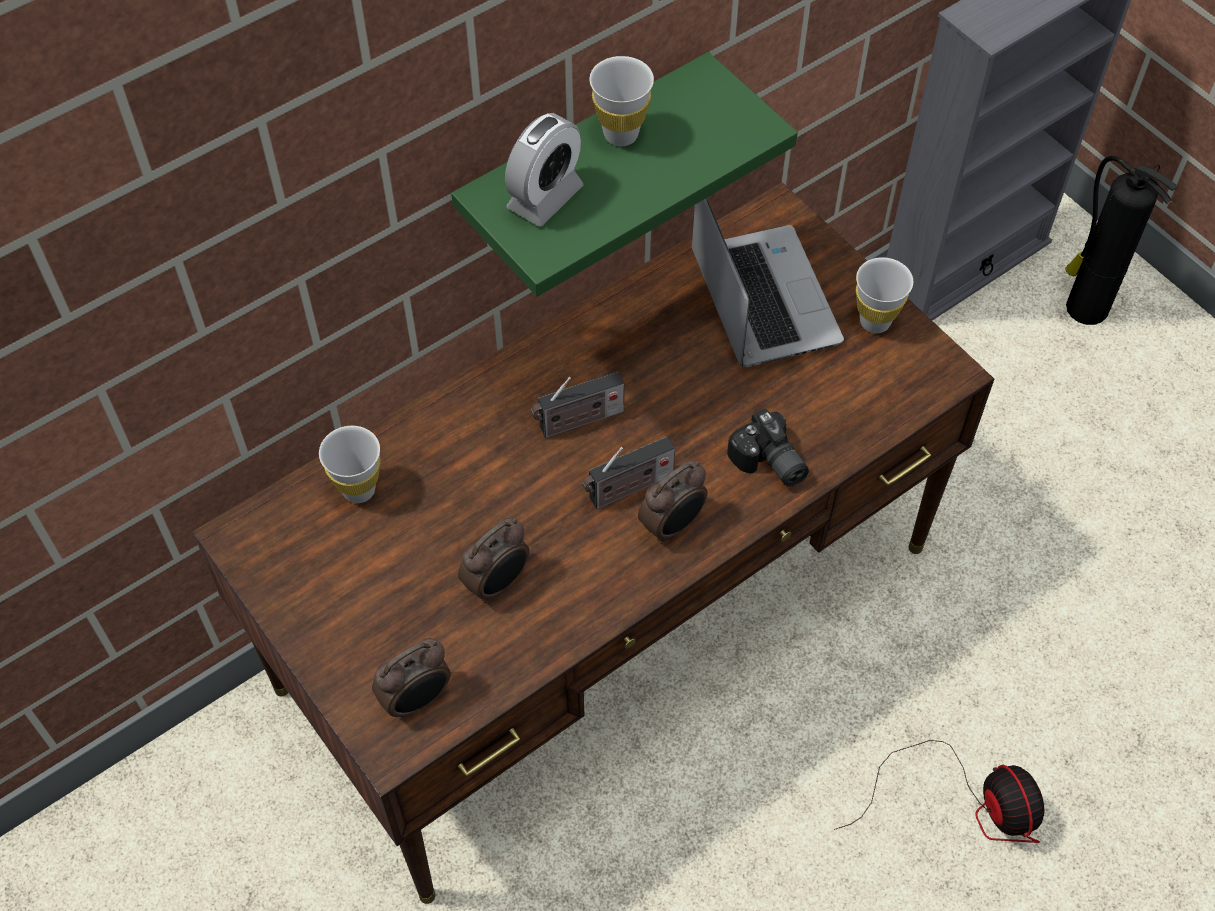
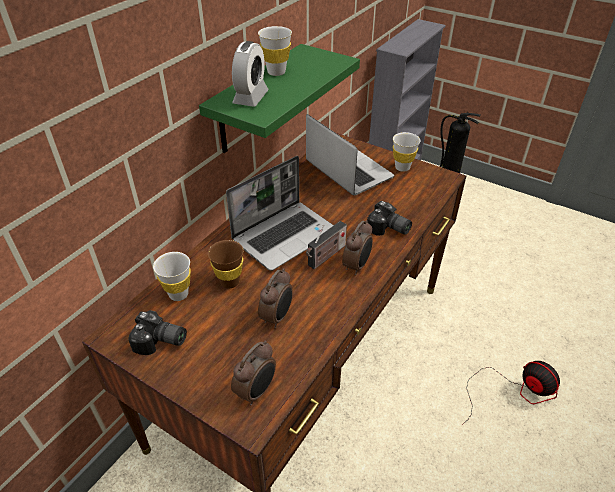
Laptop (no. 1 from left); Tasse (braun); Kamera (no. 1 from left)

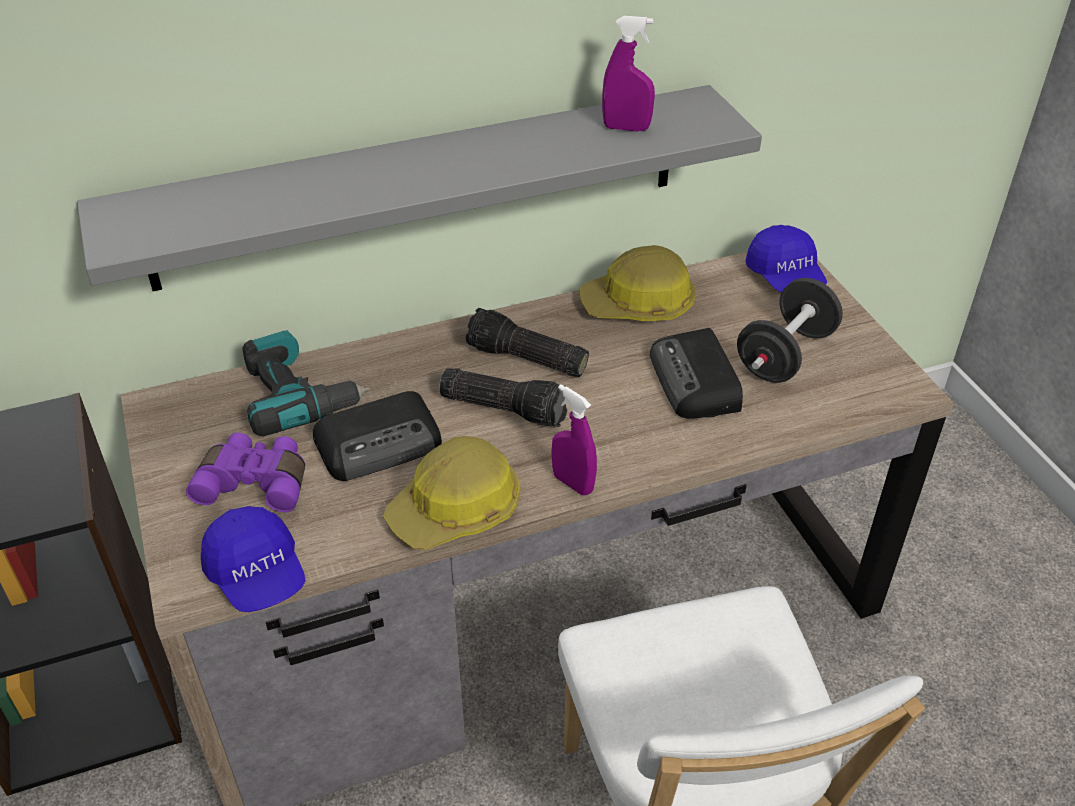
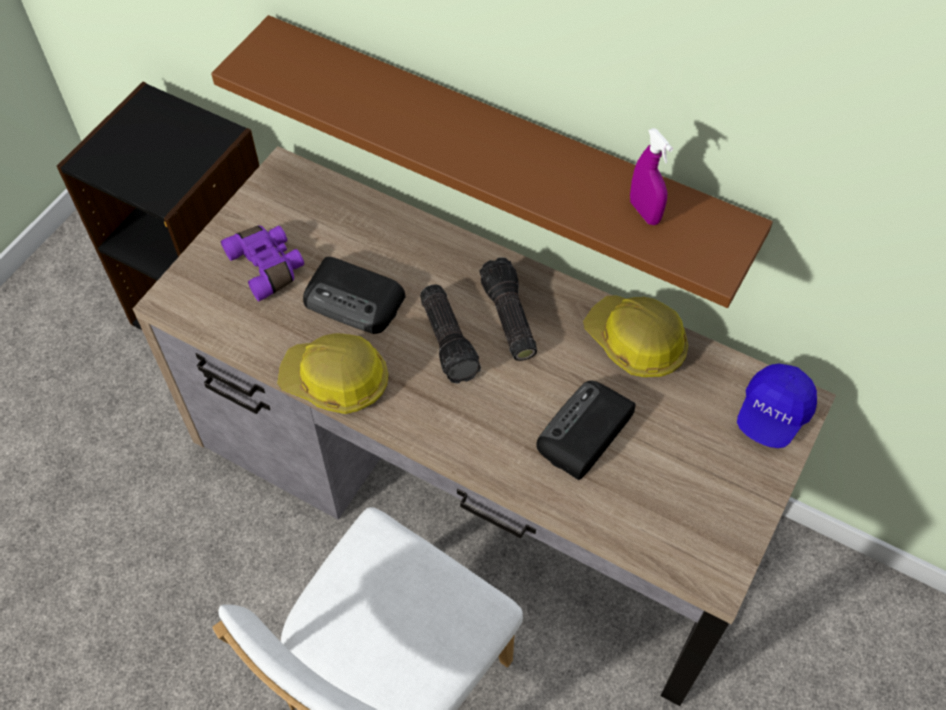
Wandregal (braun); Hantel (schwarz); Bohrmaschine; Sprühflasche (lila) (no. 1 from left in the first image); Kappe (blau) (no. 1 from left in the first image)

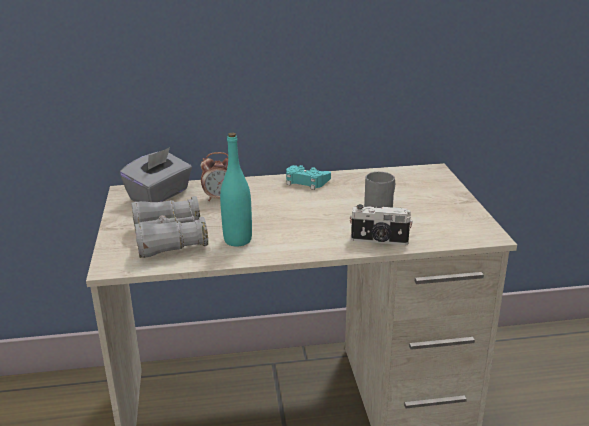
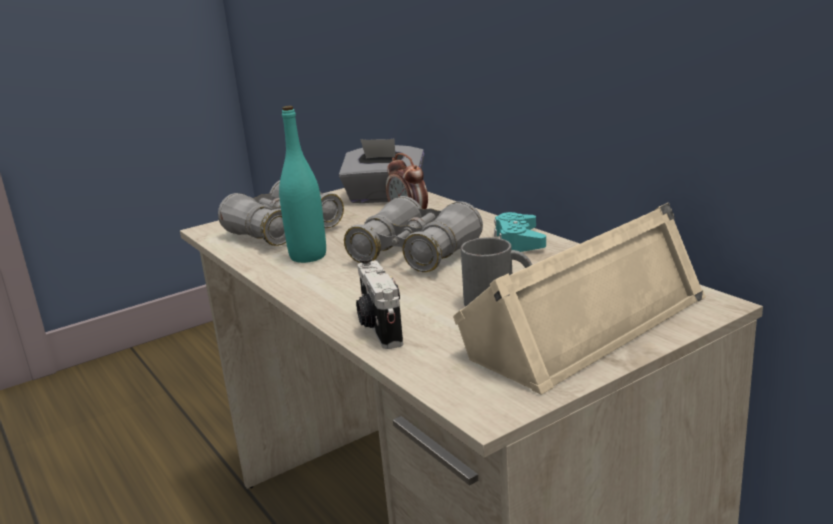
Fernglas (grau) (no. 2 from left); Lautsprecher (beige)

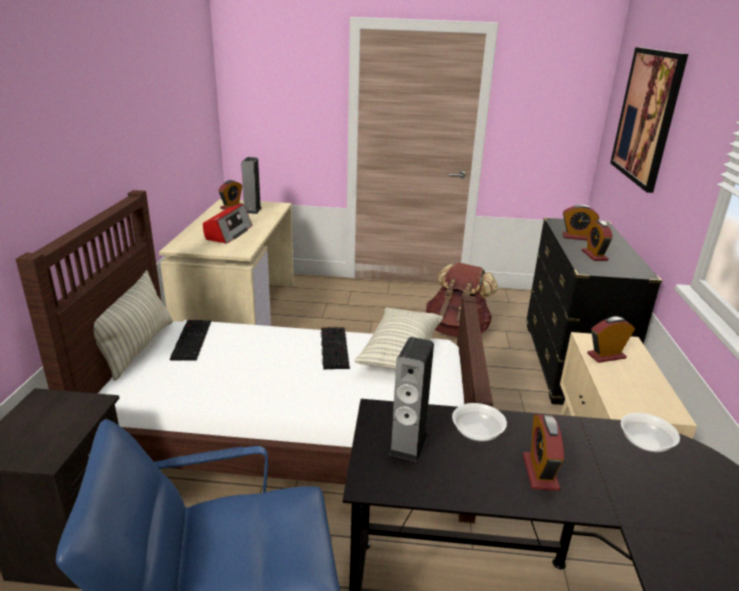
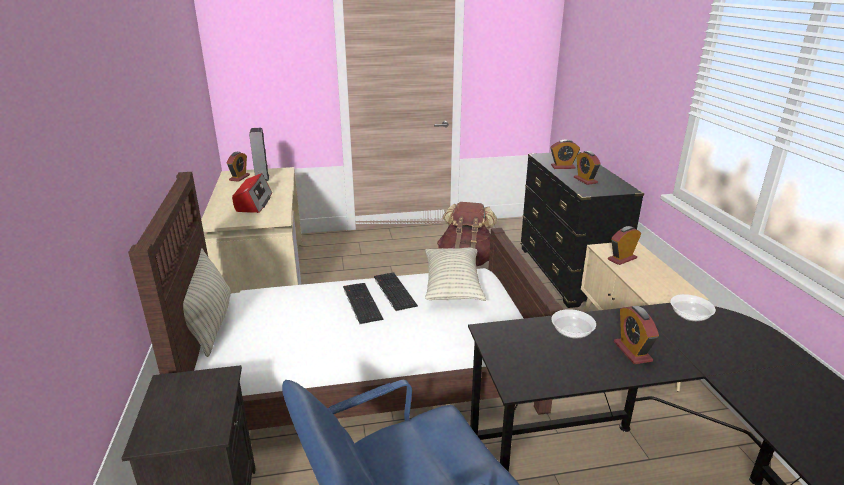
Bild; Tastatur (no. 1 from left); Lautsprecher (no. 2 from left in the first image)

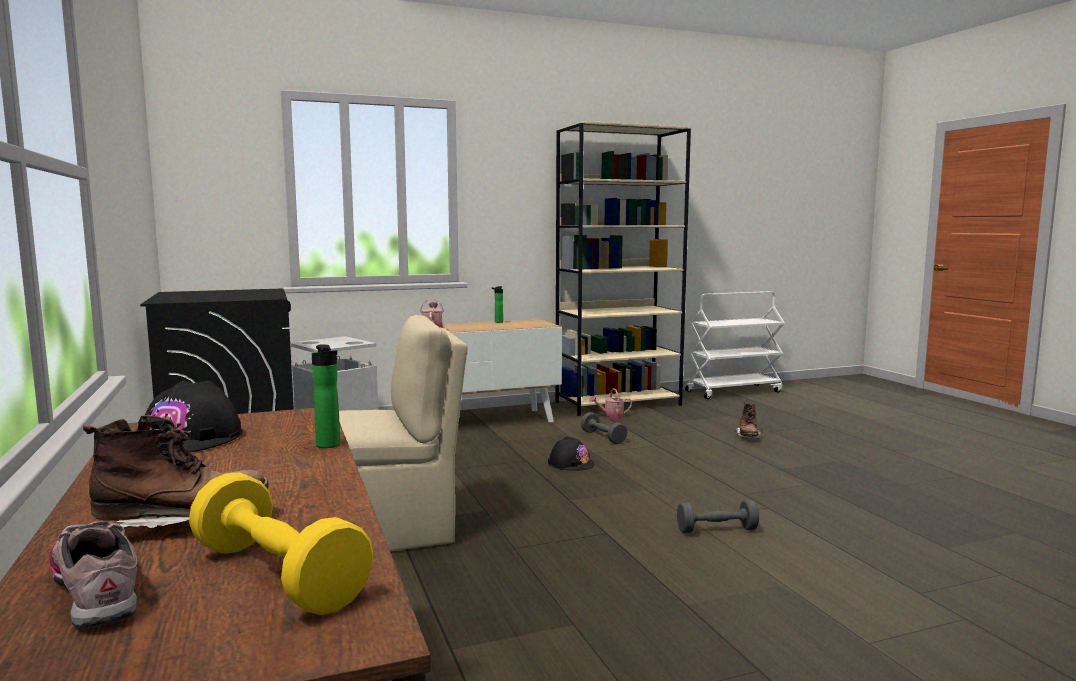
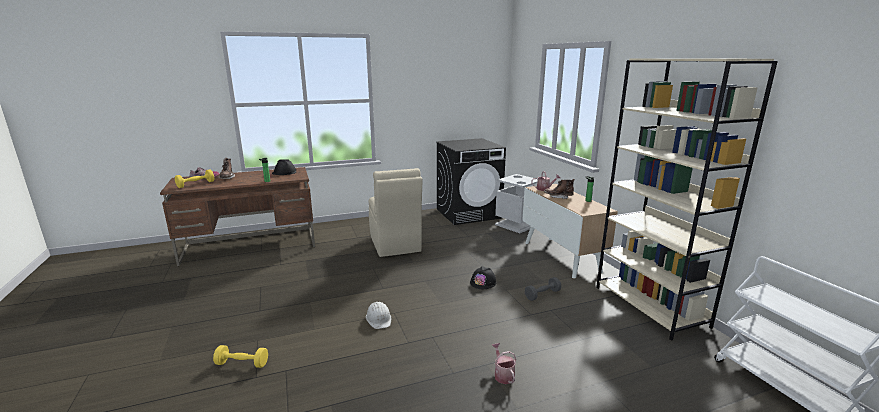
Gießkanne (no. 1 from left); Stiefel (braun) (no. 2 from left); Schutzhelm (weiß); Hantel (gelb) (no. 2 from left)

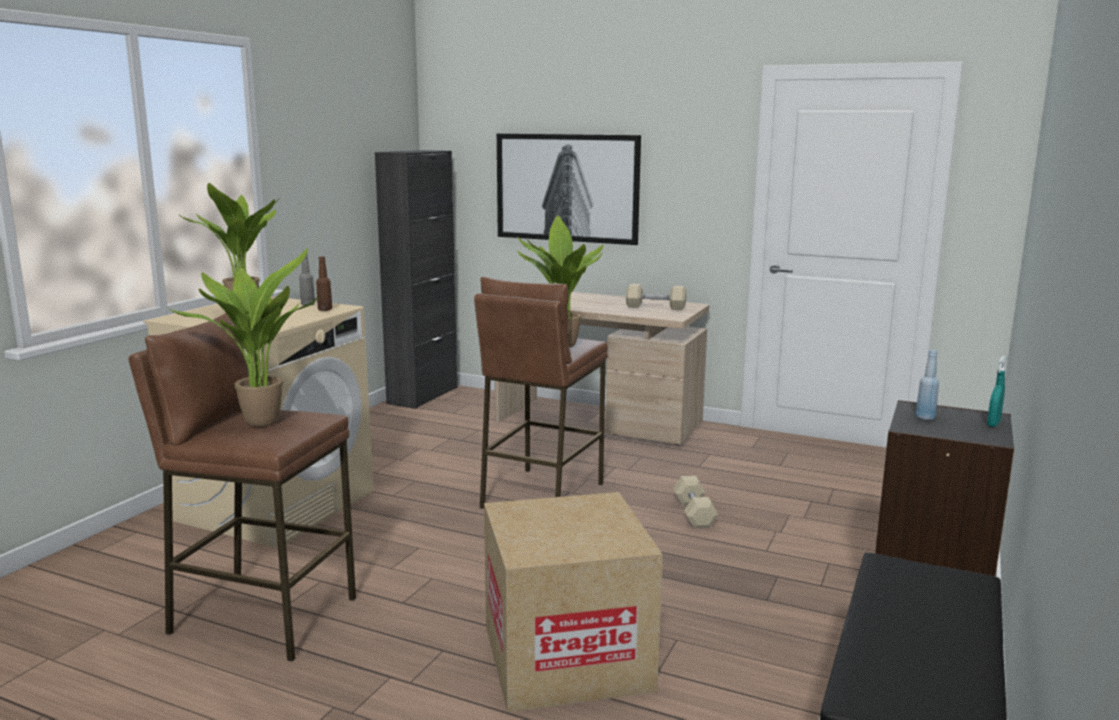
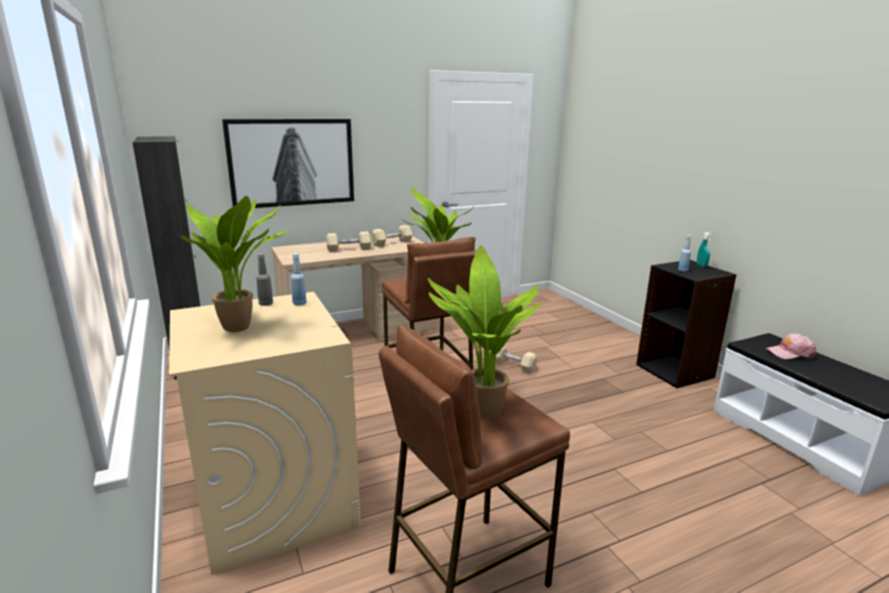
Flasche (blau) (no. 1 from left); Karton; Hantel (beige) (no. 1 from left); Kappe (rosa)

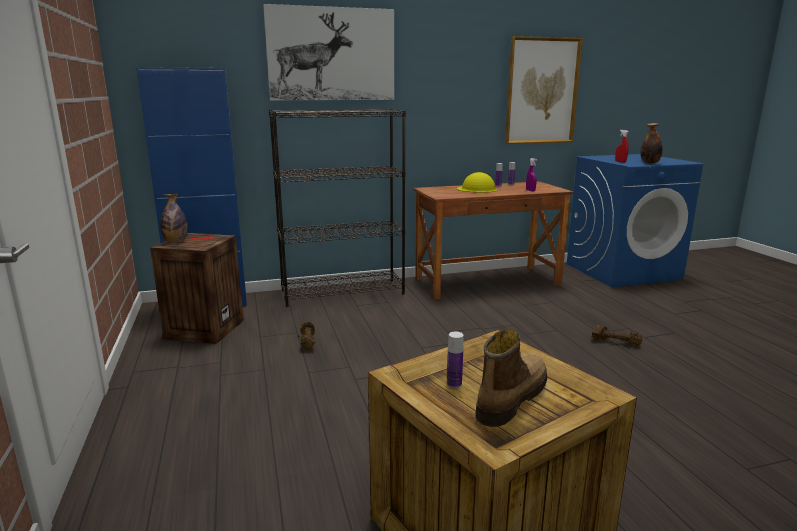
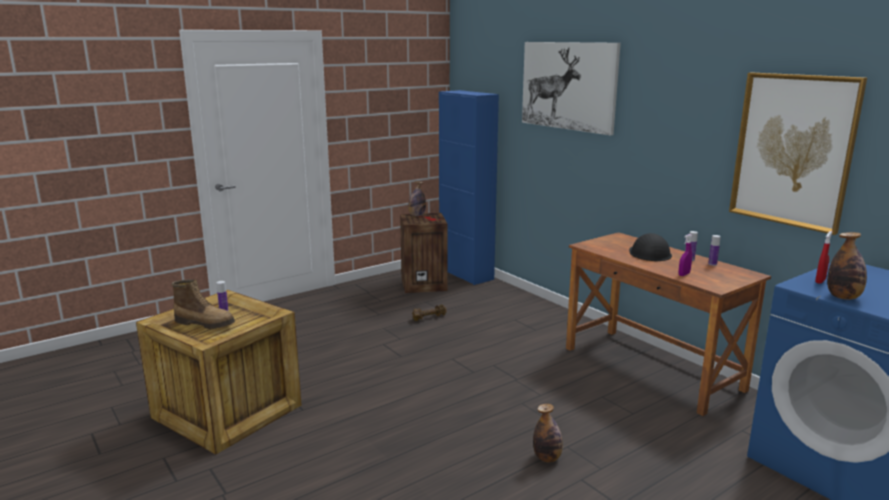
Bücherregal (schwarz); Schutzhelm (schwarz); Flasche (no. 3 from left)

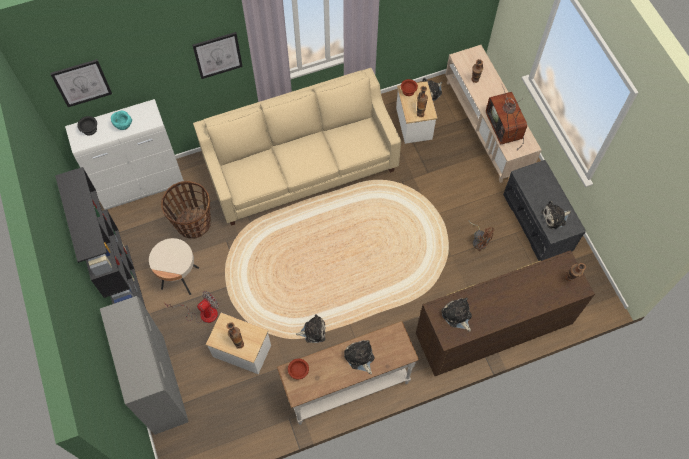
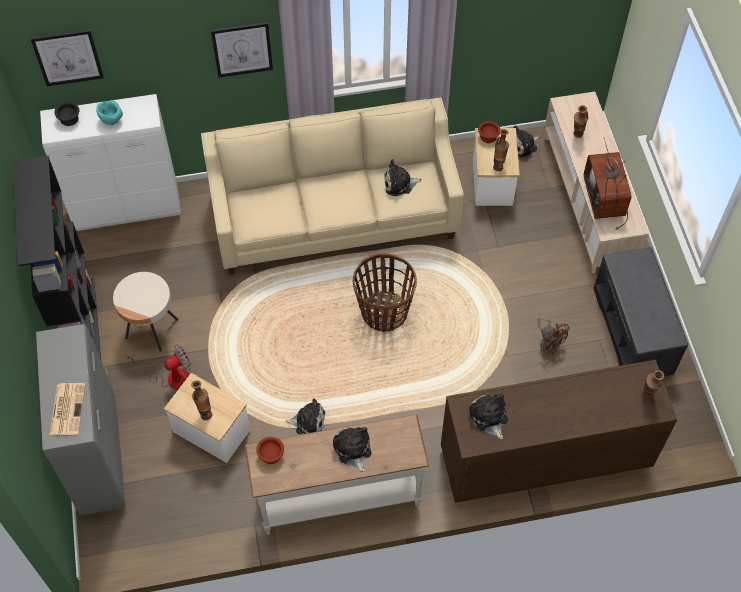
Korb; Plüschtier (no. 3 from left); Zeitung

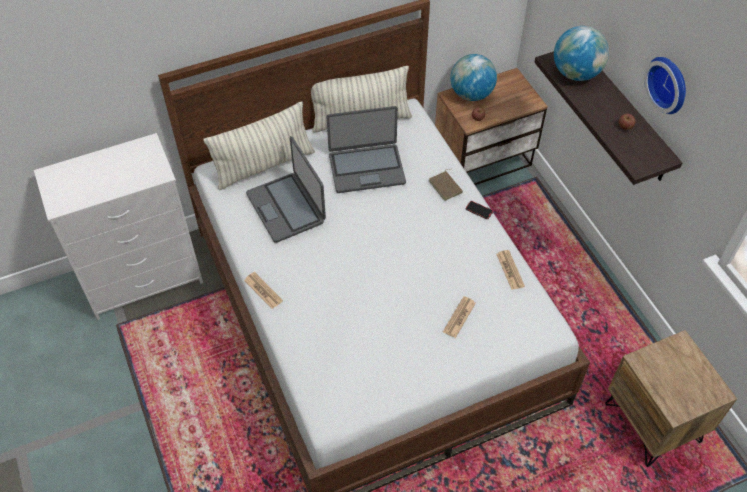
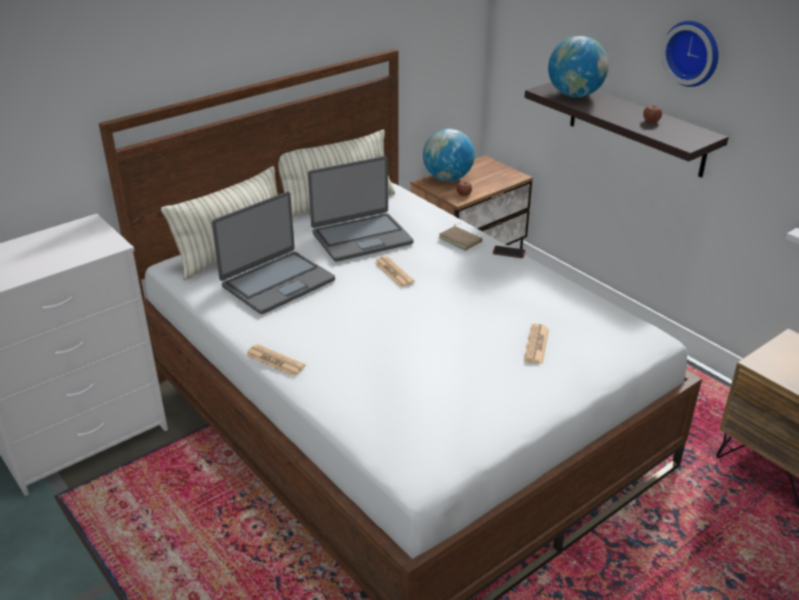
Laptop (no. 1 from left); Zeitung (no. 2 from left)

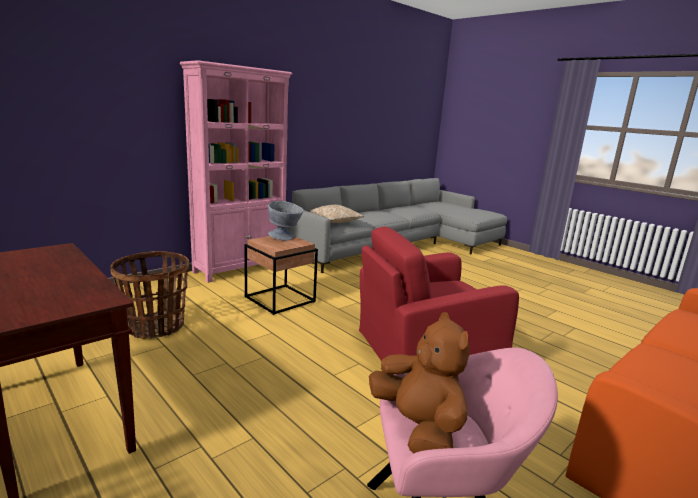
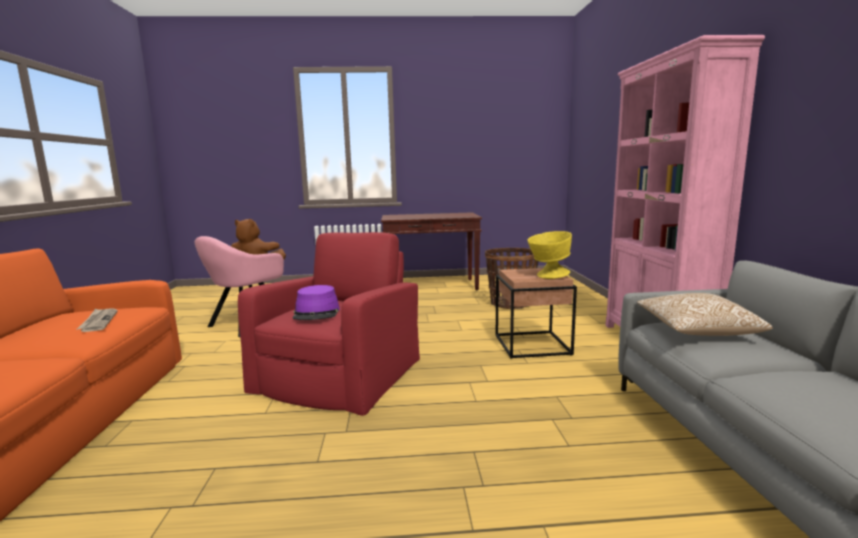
Schüssel (gelb); Hut (lila); Zeitung

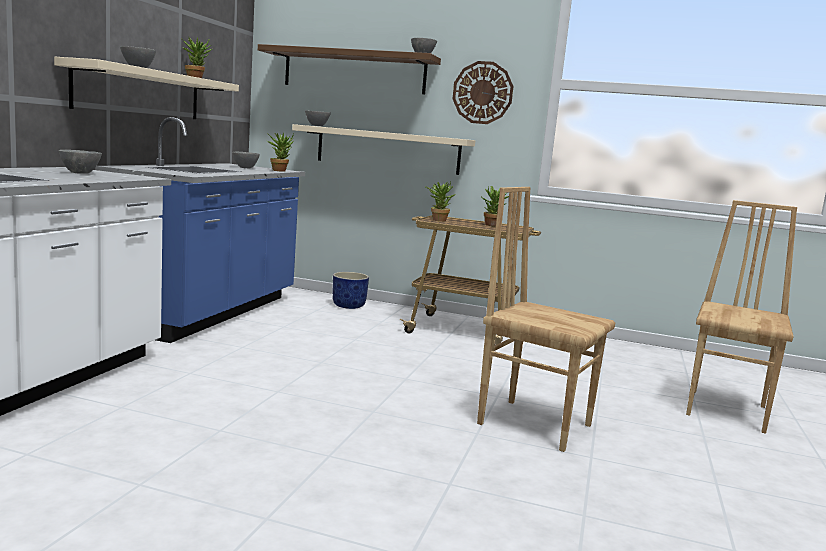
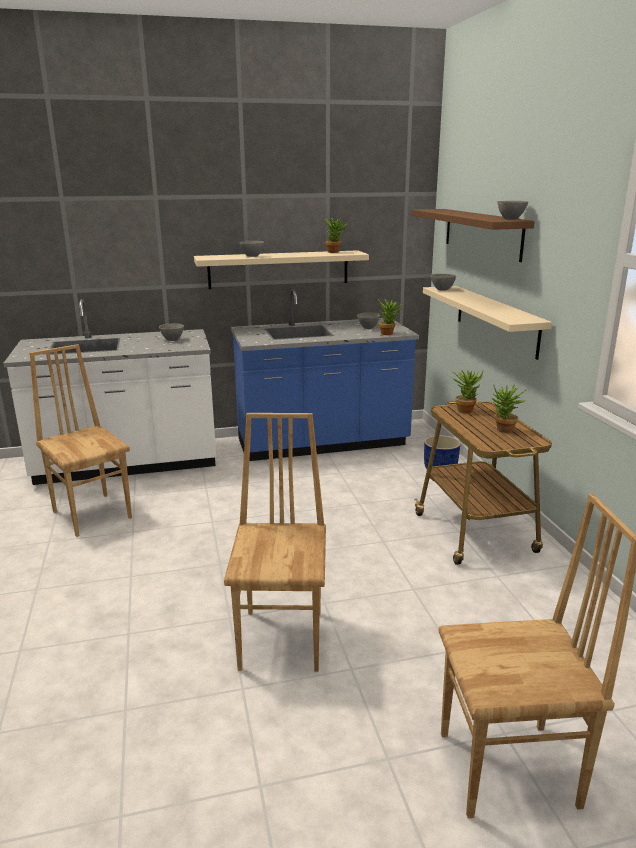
Wanduhr; Stuhl (braun) (no. 1 from left)

